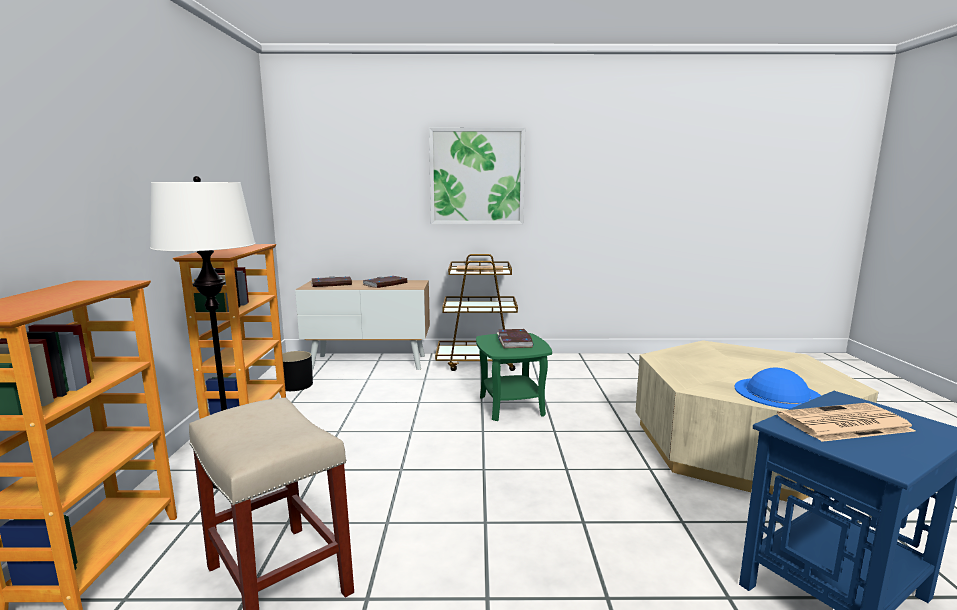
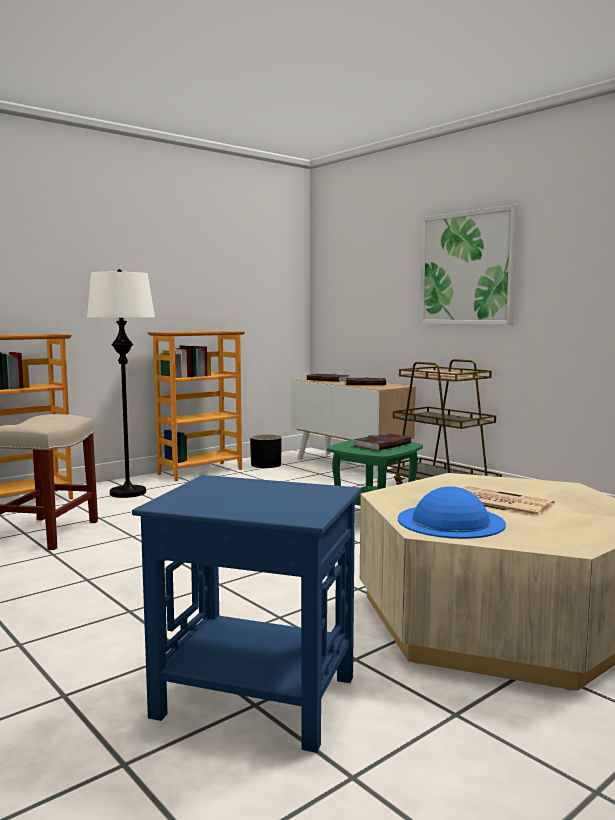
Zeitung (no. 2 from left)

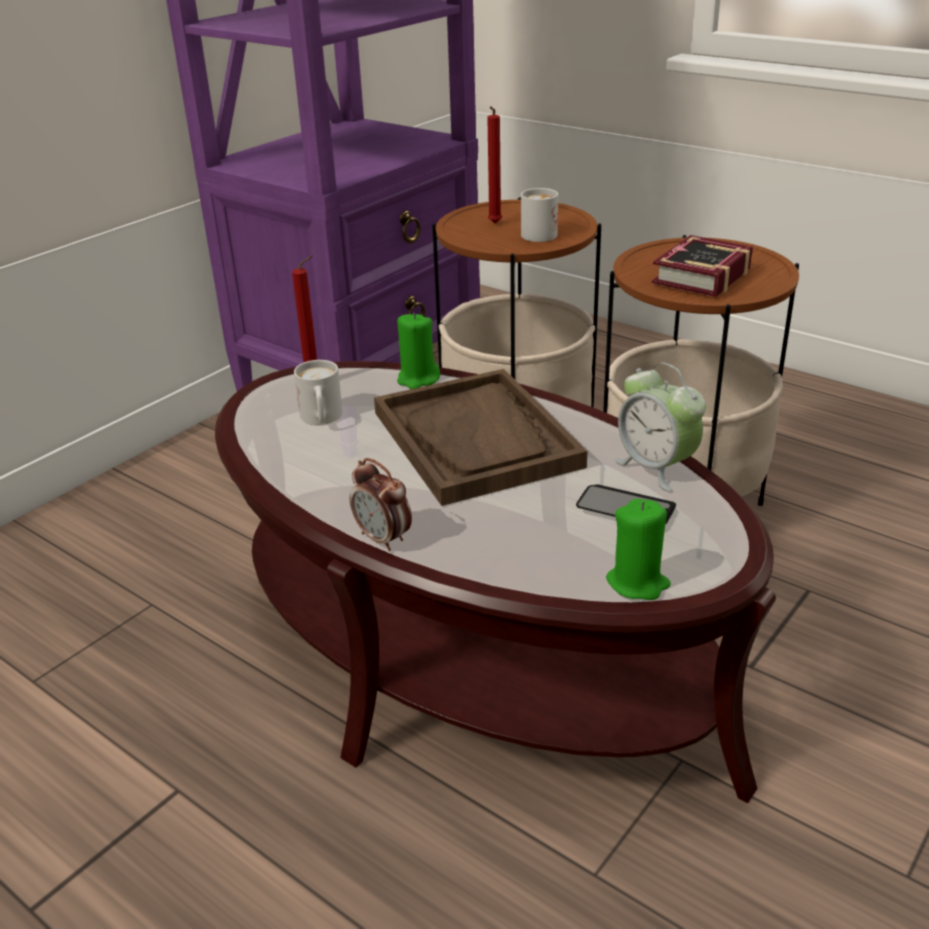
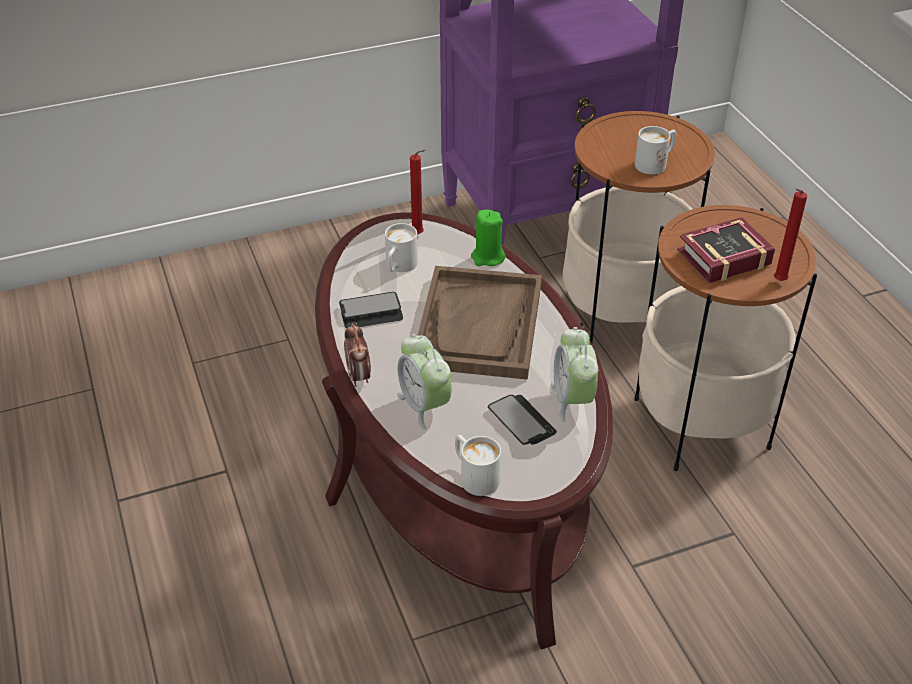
Kerze (rot) (no. 2 from left); Henkelbecher (weiß) (no. 2 from left); Handy (no. 1 from left); Wecker (no. 2 from left)

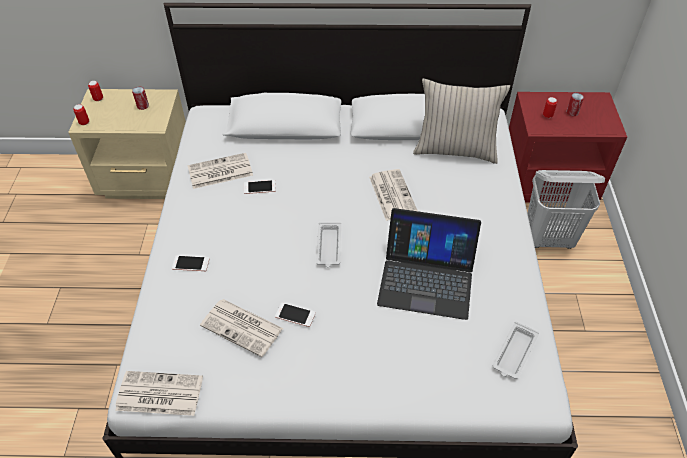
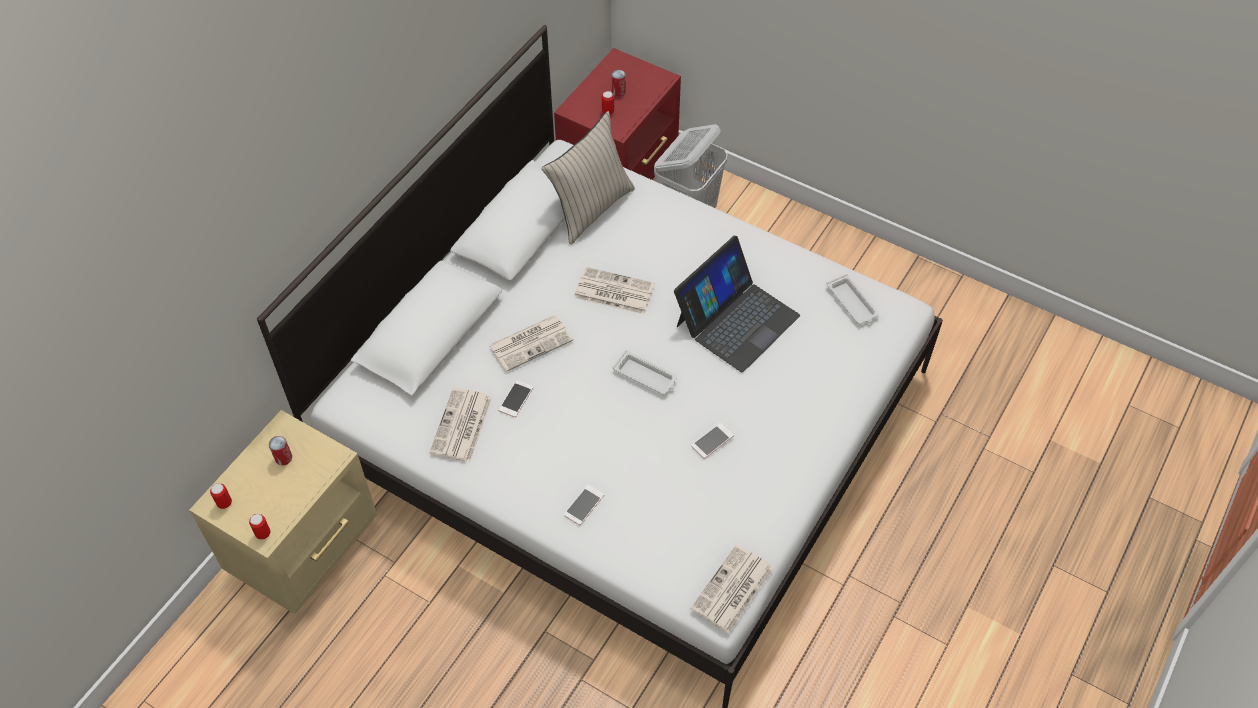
Zeitung (no. 2 from left)

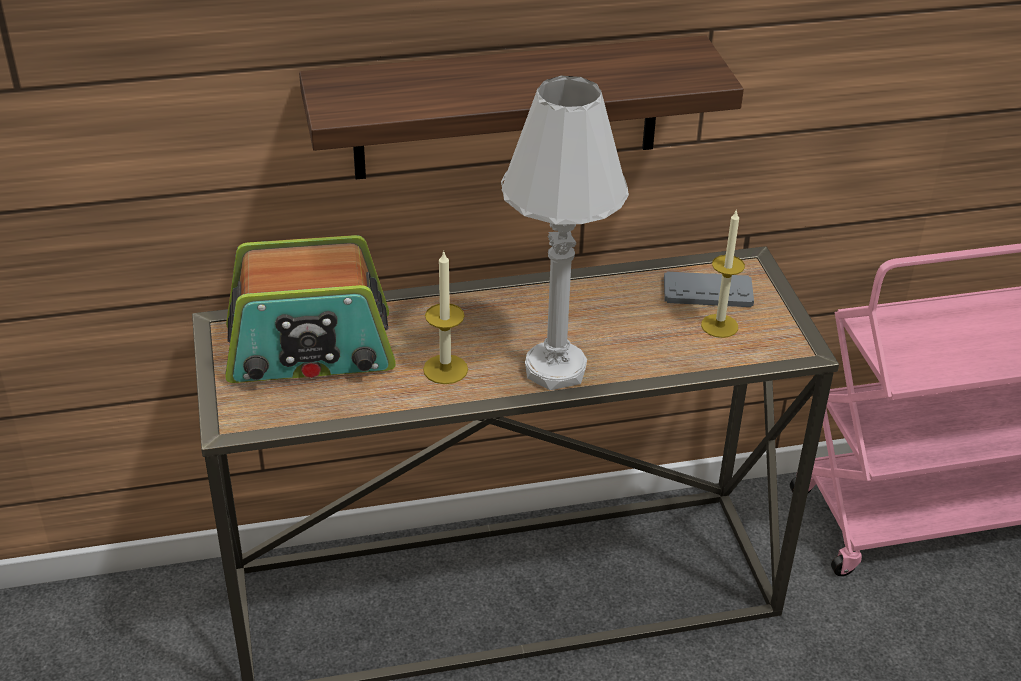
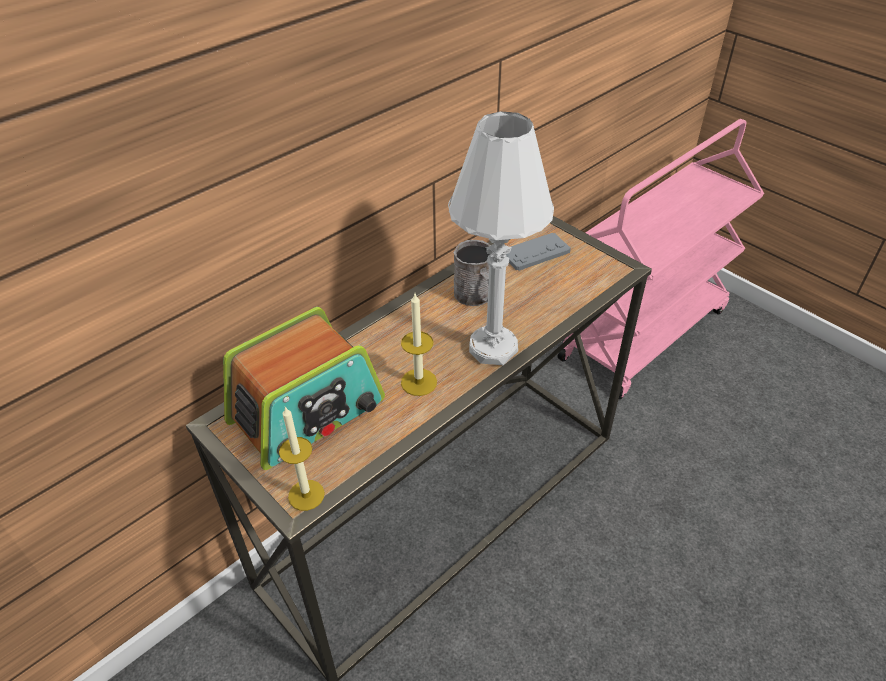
Wandregal; Kerze (no. 1 from left); Henkelbecher (grau)

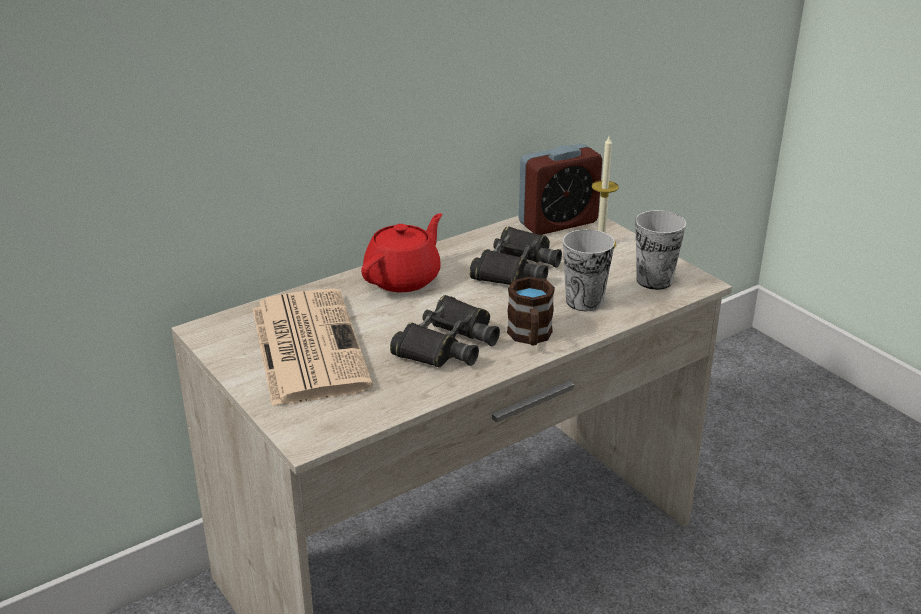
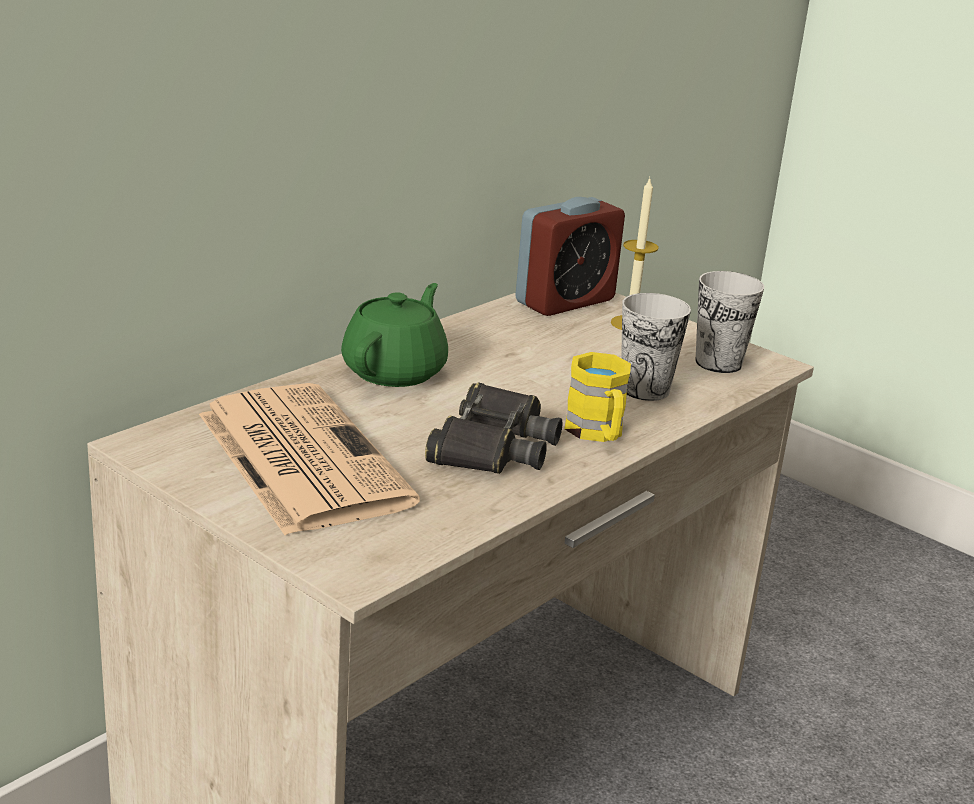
Teekanne (grün); Fernglas (schwarz) (no. 2 from left in the first image); Henkelbecher (gelb)

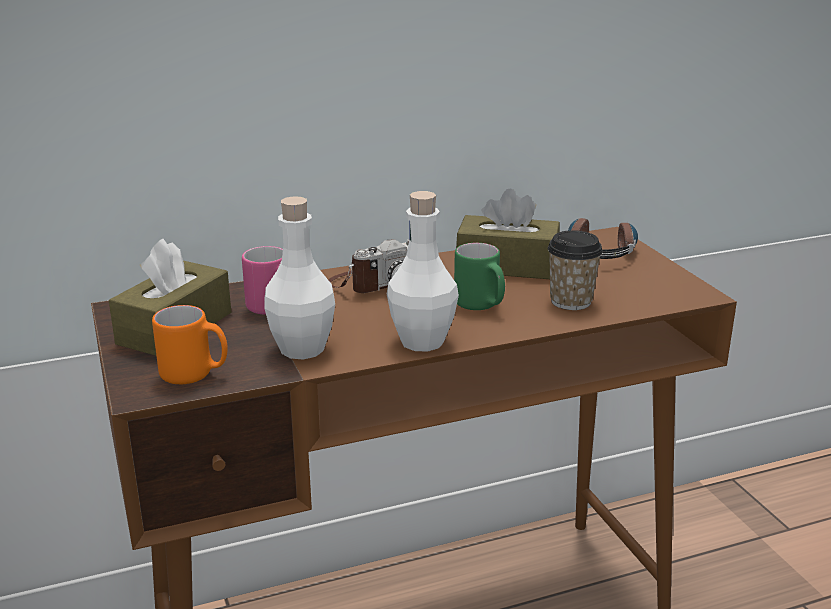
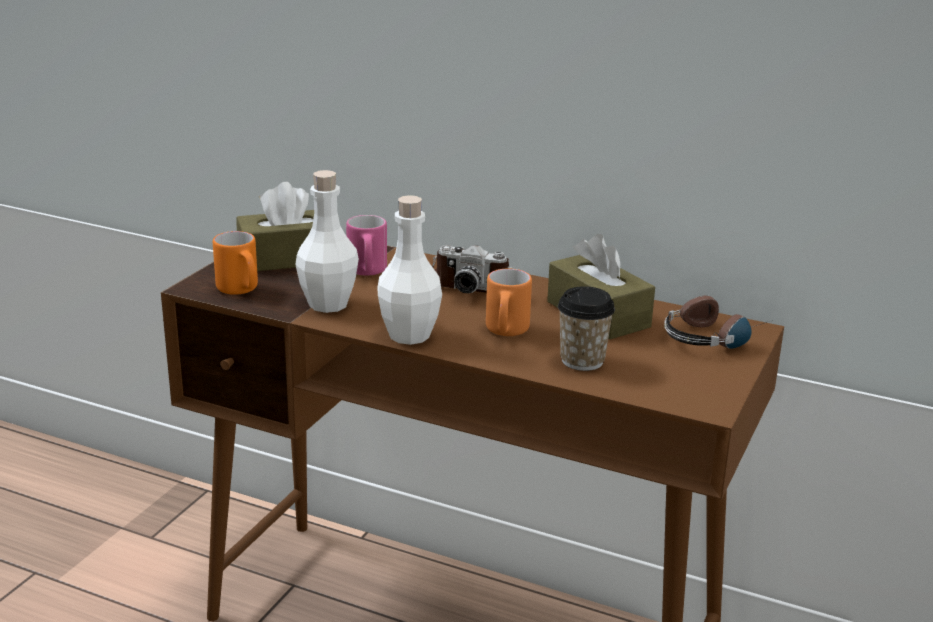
Henkelbecher (orange) (no. 2 from left)

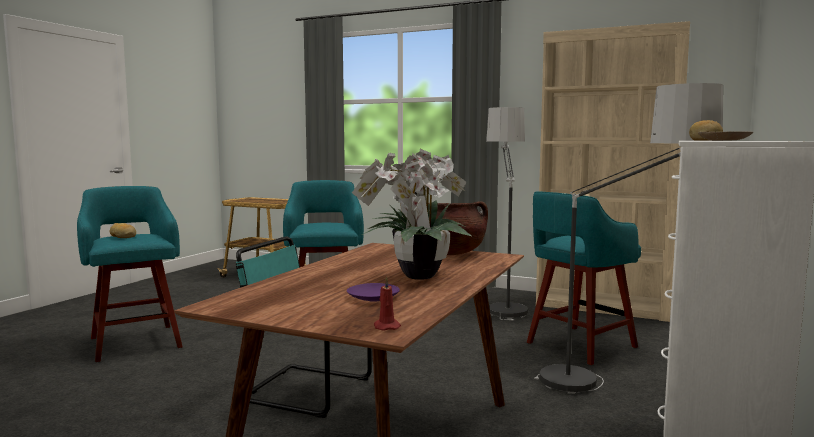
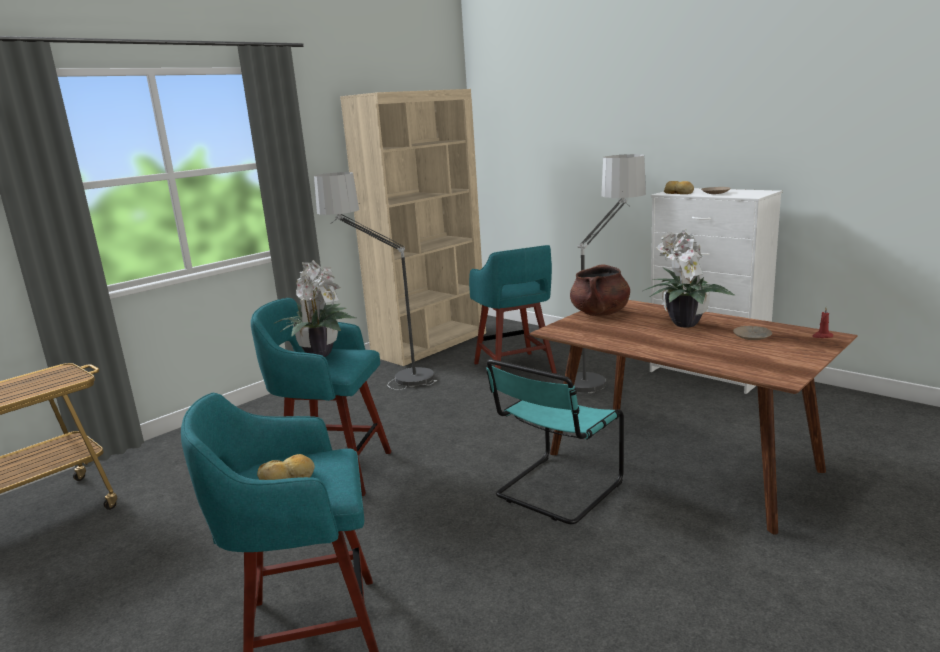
Teller (beige) (no. 2 from left); Topfpflanze (no. 1 from left)

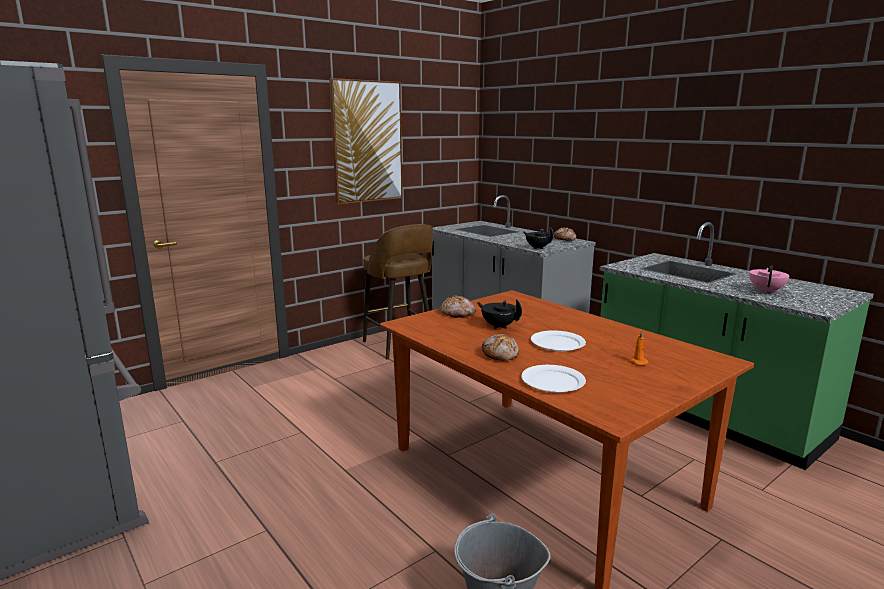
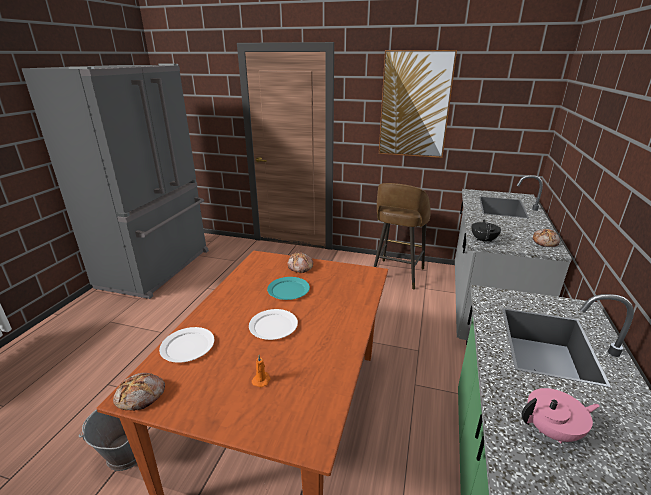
Teller (türkis); Brot (no. 1 from left)

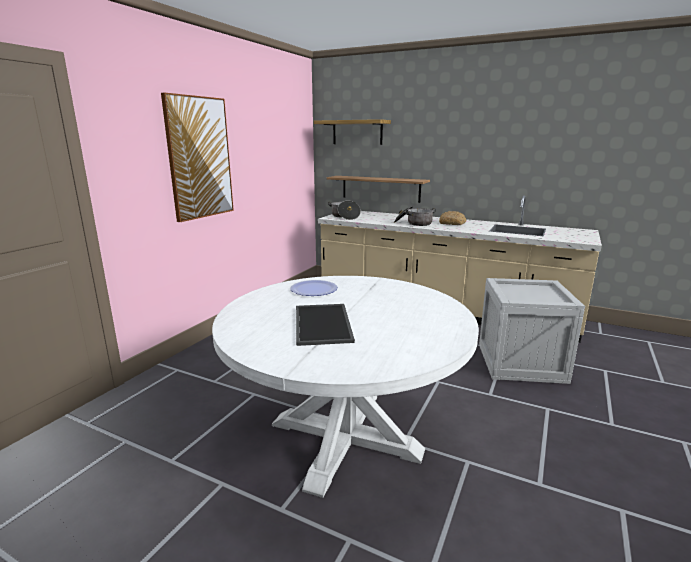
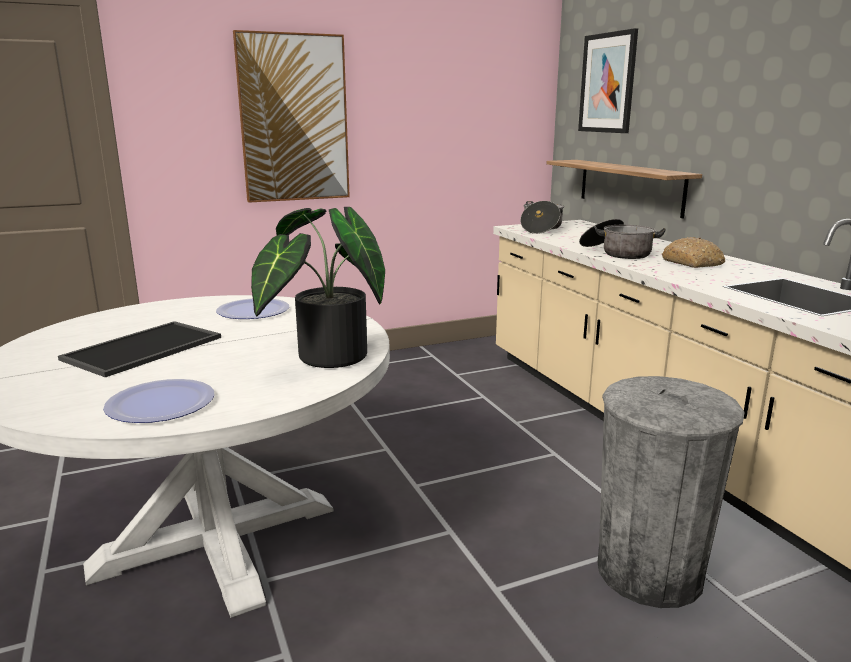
Bild (no. 2 from left); Mülleimer (grau); Topfpflanze; Teller (no. 1 from left)

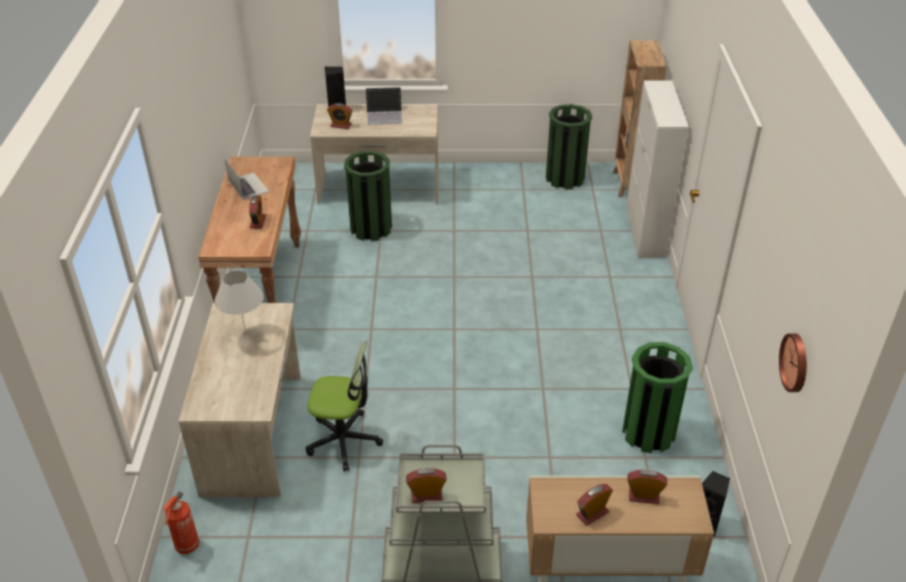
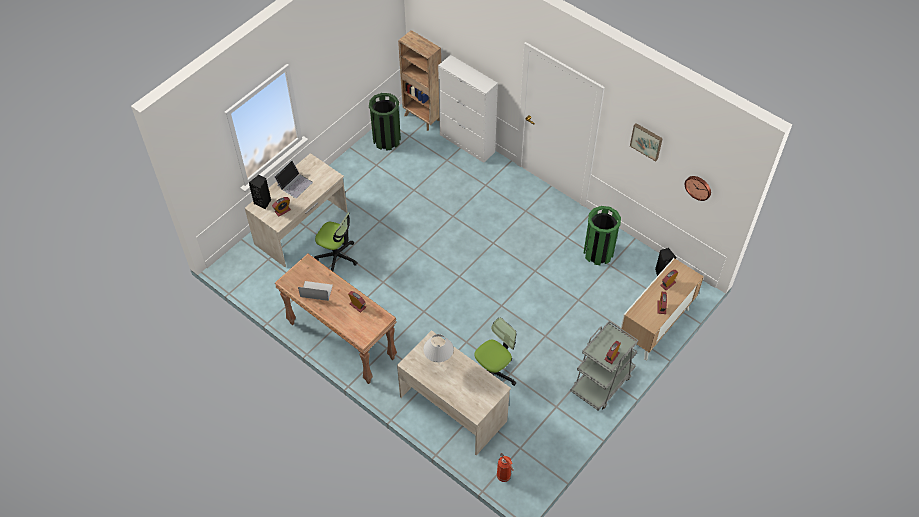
Bürostuhl (no. 1 from left); Bild

